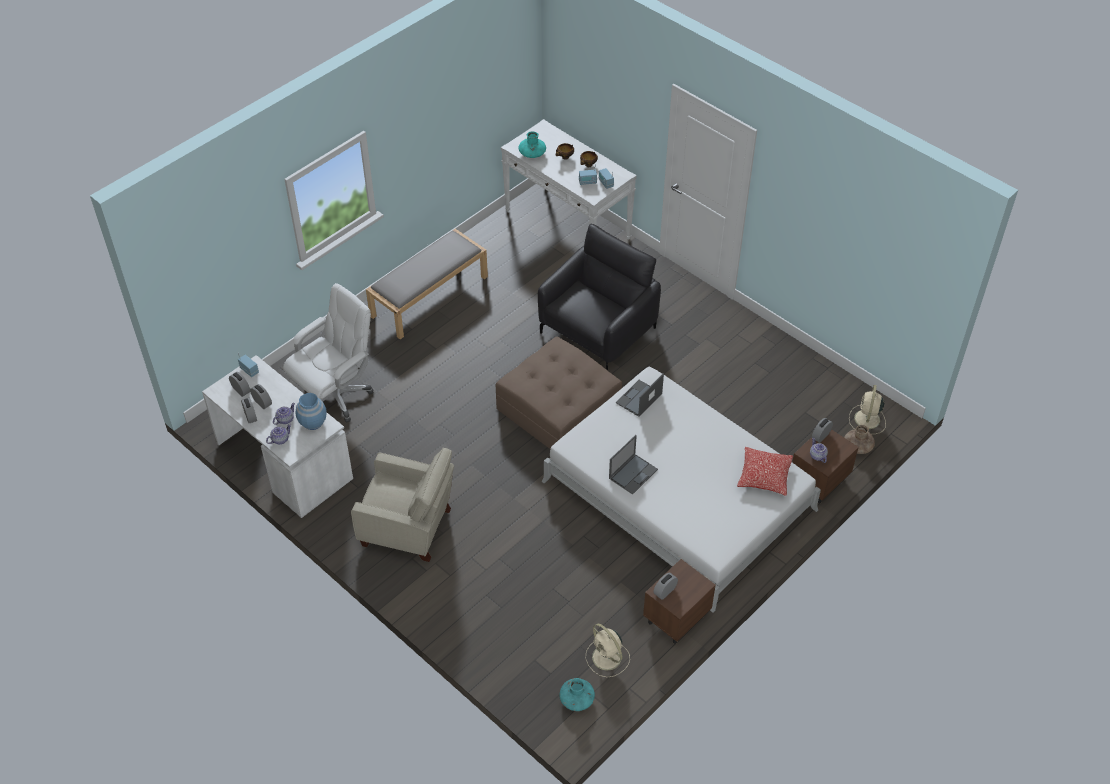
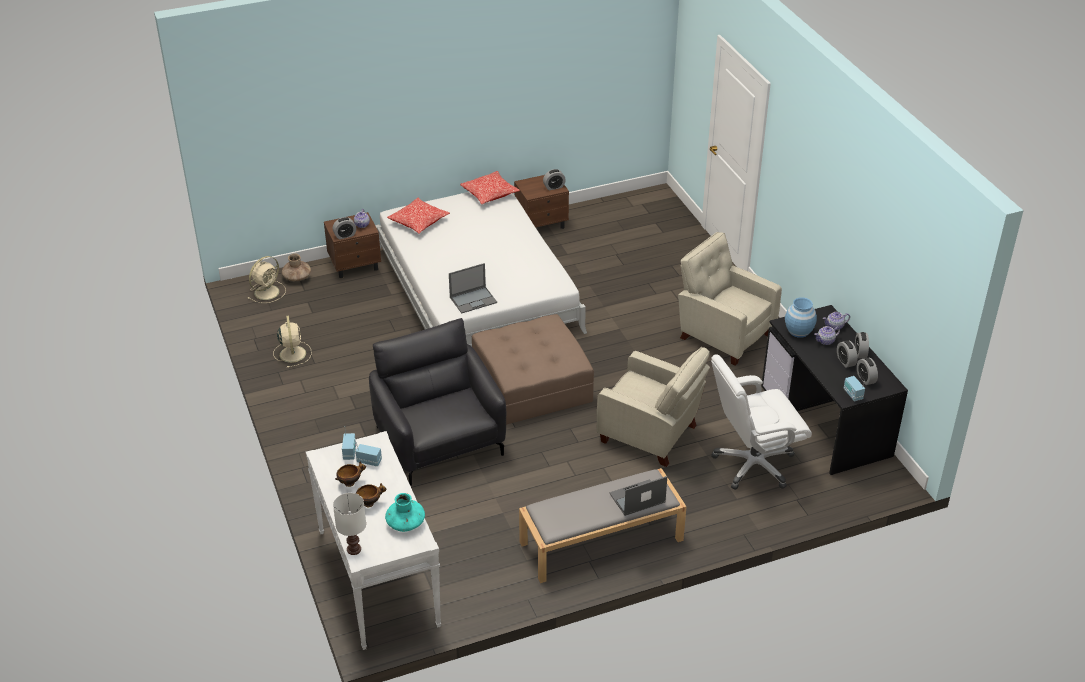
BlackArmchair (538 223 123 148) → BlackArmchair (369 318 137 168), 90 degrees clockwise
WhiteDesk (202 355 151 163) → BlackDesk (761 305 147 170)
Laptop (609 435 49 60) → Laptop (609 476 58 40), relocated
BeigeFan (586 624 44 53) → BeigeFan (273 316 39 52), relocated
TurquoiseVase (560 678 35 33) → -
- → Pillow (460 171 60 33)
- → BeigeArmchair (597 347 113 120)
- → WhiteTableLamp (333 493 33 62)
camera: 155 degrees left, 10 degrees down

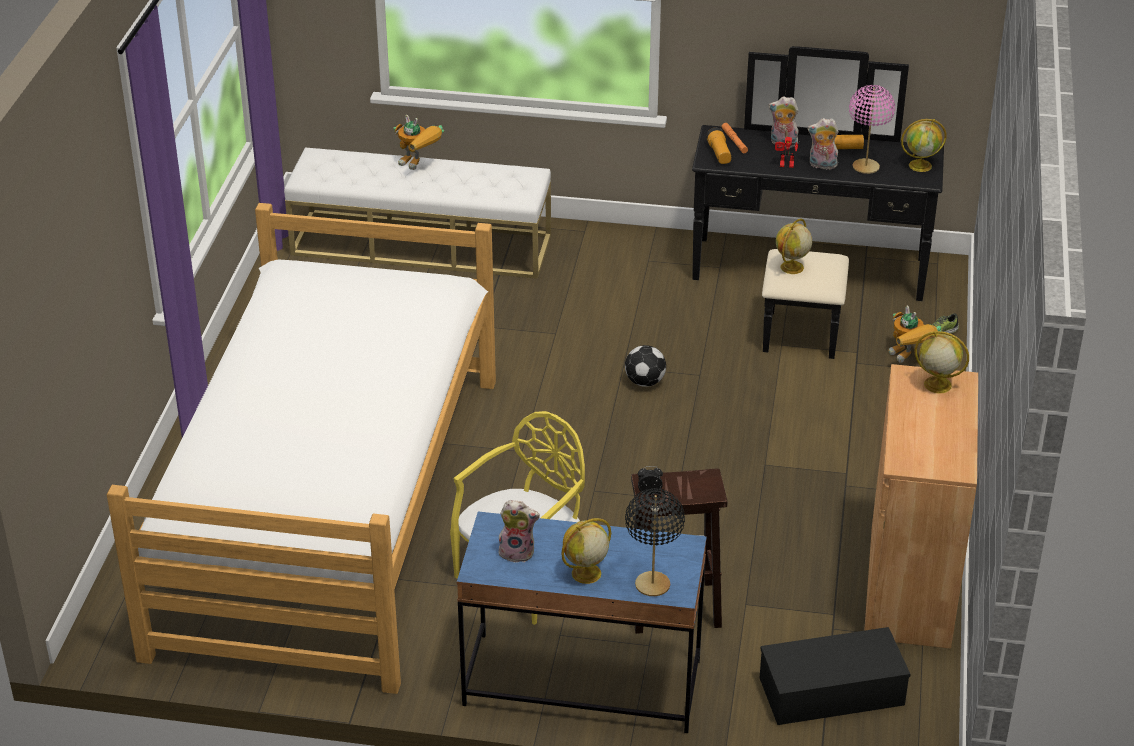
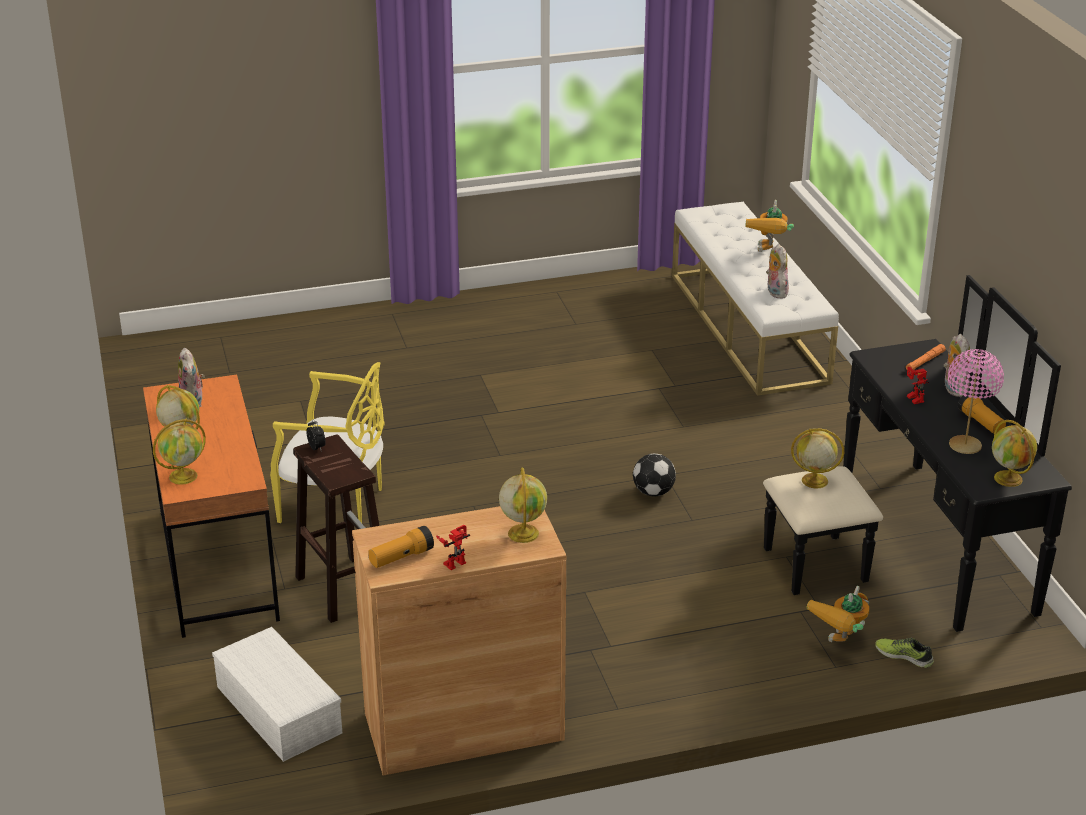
PlushToy (807 118 32 52) → PlushToy (766 244 23 55), relocated
Flashlight (706 127 25 37) → Flashlight (368 526 66 42), relocated
Bed (107 203 389 491) → -
BlackTableLamp (625 488 60 108) → Globe (153 418 53 67)
BlueDesk (457 511 250 222) → OrangeDesk (143 374 137 264)
BlackStorageBox (759 627 151 98) → WhiteStorageBox (212 627 130 135)
- → ToyRobot (436 525 34 45)
camera: 65 degrees right, 5 degrees down

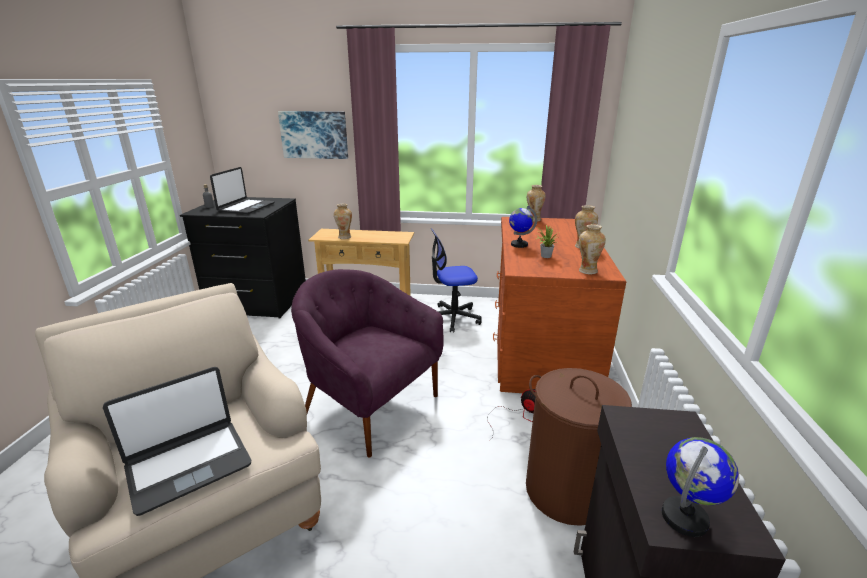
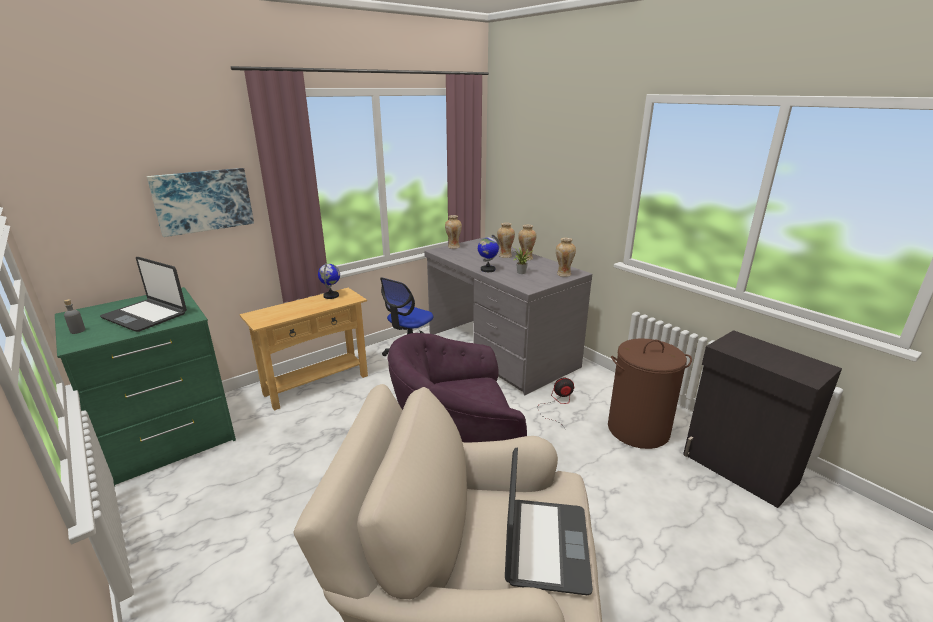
Laptop (210 167 65 47) → Laptop (100 257 87 75), 150 degrees clockwise
BlackDresser (180 197 126 122) → GreenDresser (55 287 181 199)
Vase (334 204 18 35) → Vase (497 223 18 35), relocated
BrownDesk (493 217 133 176) → GreyDesk (424 237 168 158)
Globe (662 437 77 100) → Globe (318 263 22 36), relocated
camera: 45 degrees left, 0 degrees up

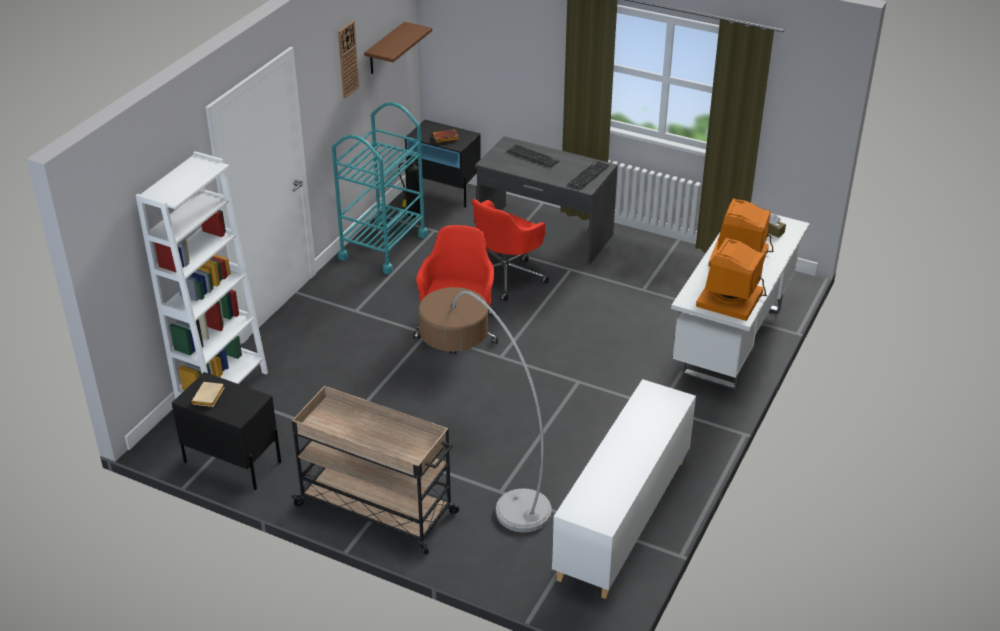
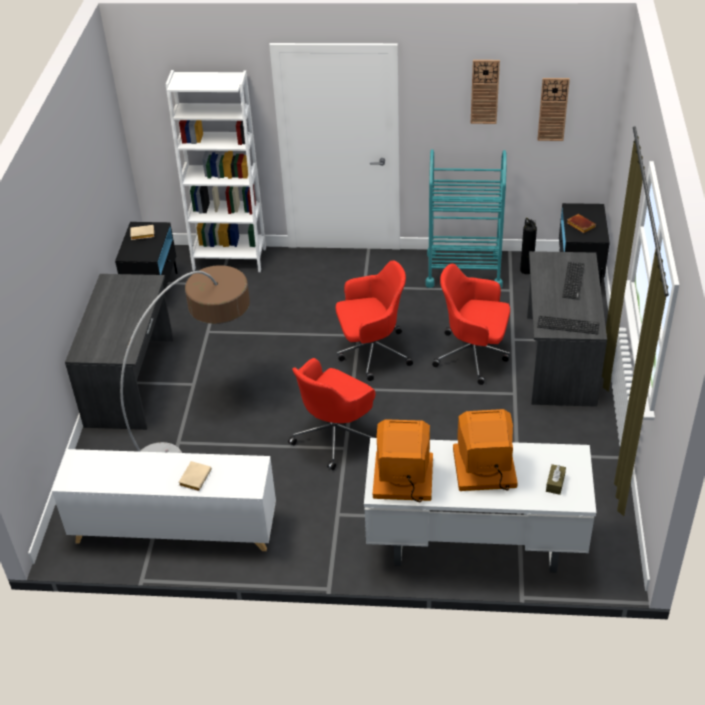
BrownShelf (364 22 68 52) → WallClock (537 78 33 63)
BeigeCart (291 386 168 169) → GreyDesk (65 274 109 156)
- → RedOfficeChair (288 358 89 112)
- → BeigeBook (179 461 33 30)
camera: 70 degrees right, 5 degrees up

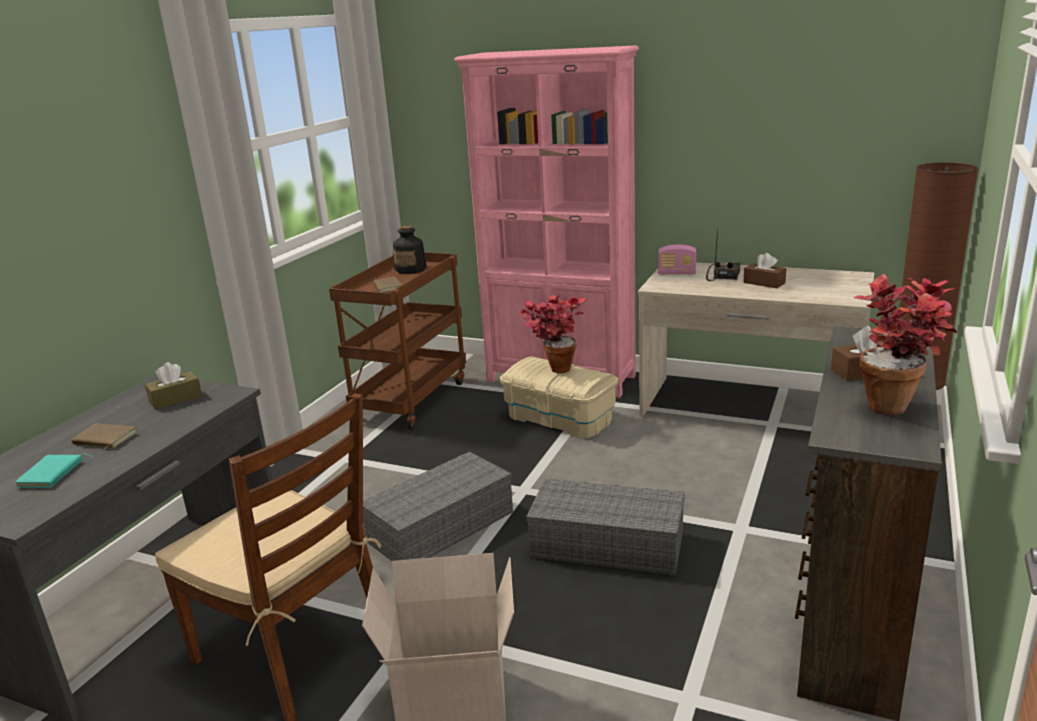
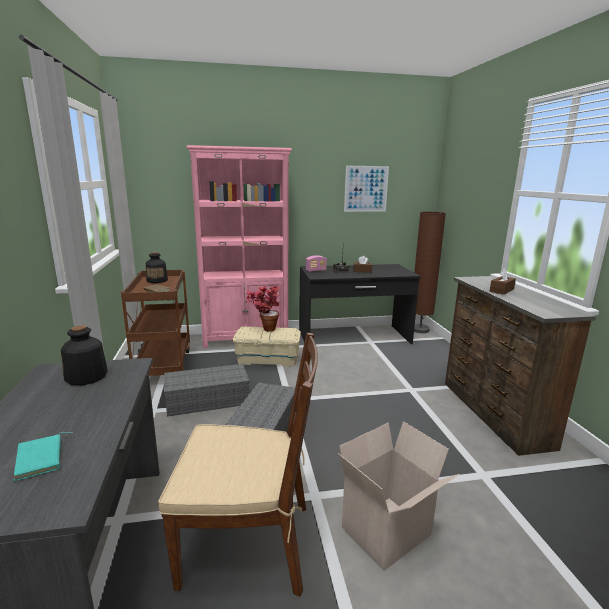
BeigeDesk (638 263 237 154) → BlackDesk (299 264 122 80)
PottedPlant (854 274 103 141) → -
BrownTissueBox (145 362 57 48) → Bottle (61 325 47 61)
BrownBook (71 424 66 26) → -
GreyStorageBox (526 479 159 97) → GreyStorageBox (164 364 86 53), relocated
- → Picture (344 165 45 47)
camera: 35 degrees left, 5 degrees down

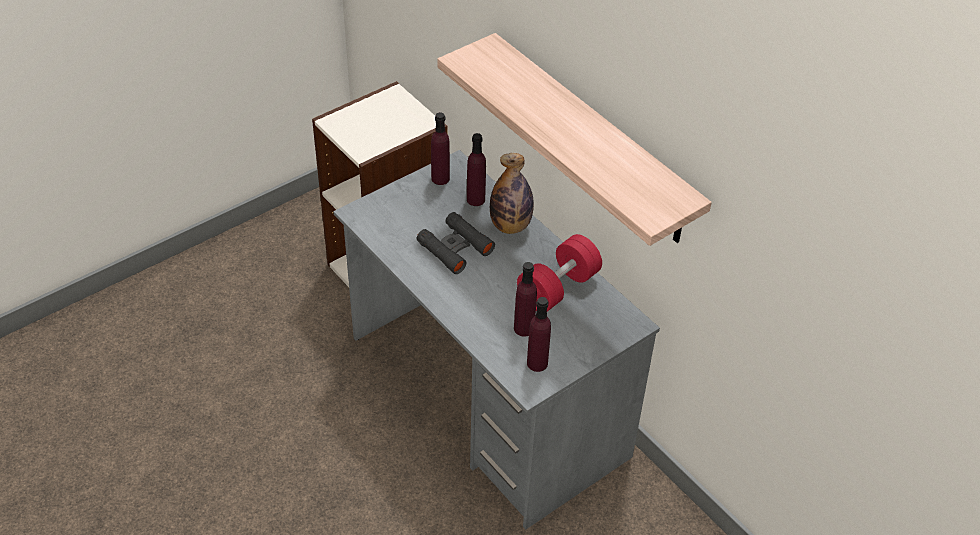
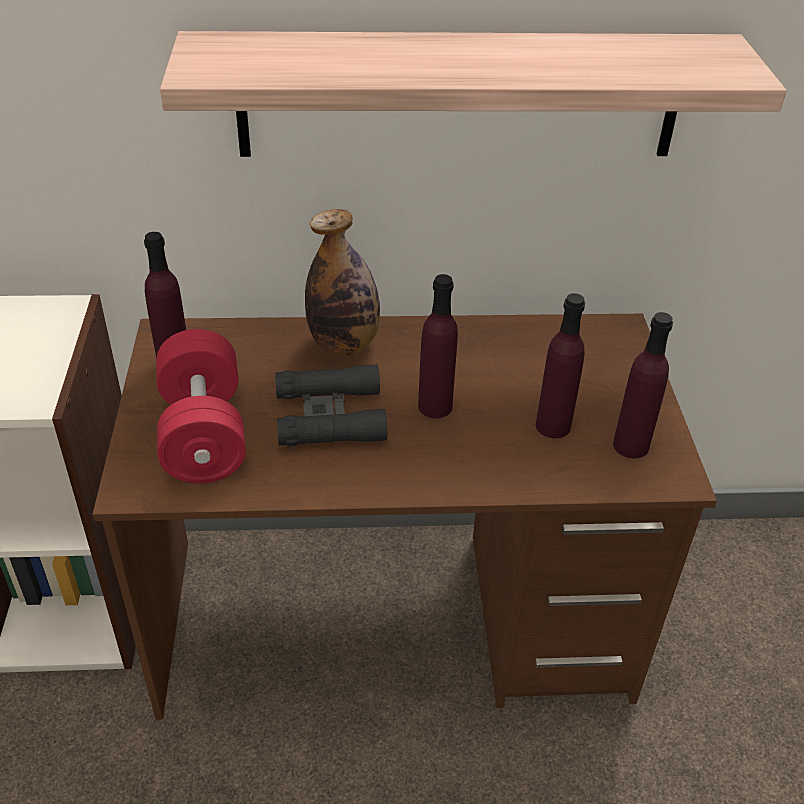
PurpleBottle (467 133 19 73) → PurpleBottle (418 274 40 144), relocated
GreyDesk (333 150 327 379) → BrownDesk (93 314 624 406)
RedDumbbell (517 234 85 77) → RedDumbbell (156 329 90 155), relocated
camera: 55 degrees left, 5 degrees down

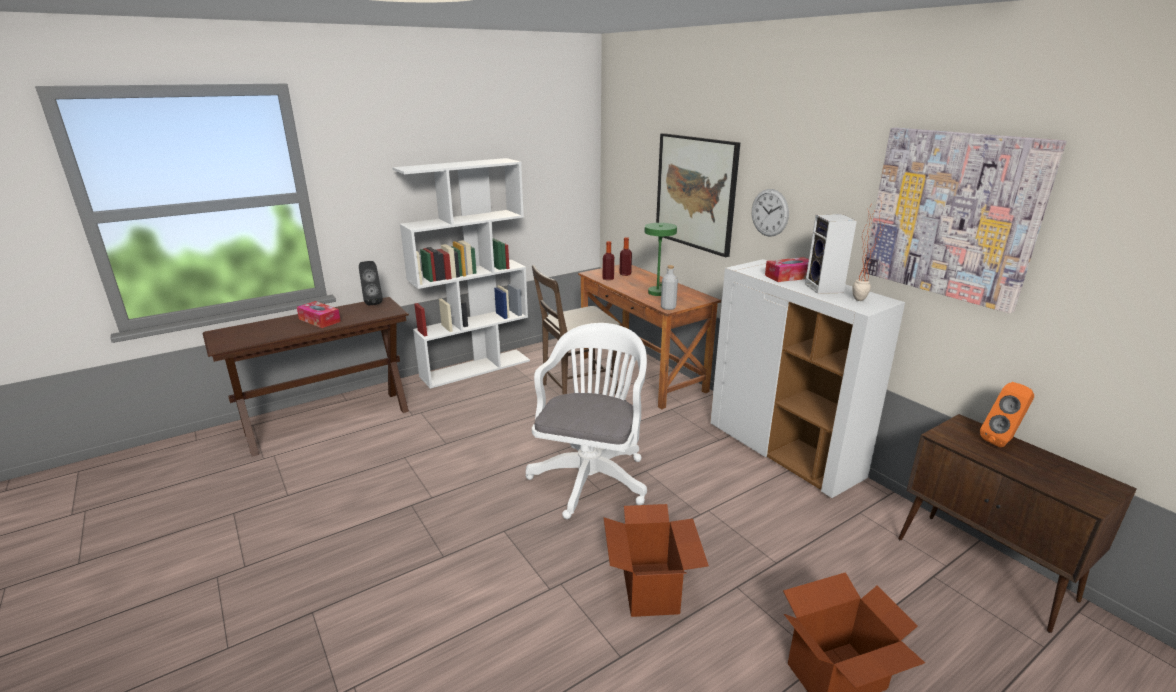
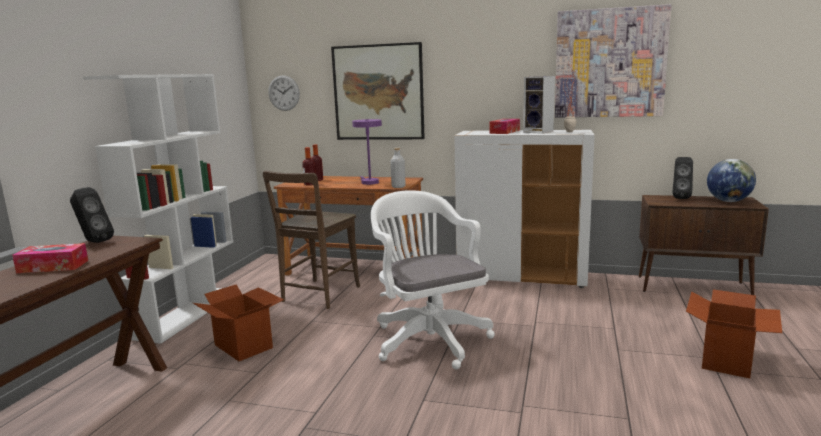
WallClock (752 189 37 48) → WallClock (268 75 32 36), relocated
GreenTableLamp (644 223 33 73) → PurpleTableLamp (352 119 30 66)
OrangeSpeaker (980 382 54 65) → BlackSpeaker (673 157 20 42)
CardboardBox (604 504 105 113) → CardboardBox (193 285 91 76), relocated
- → Globe (707 159 49 43)
camera: 40 degrees left, 10 degrees down

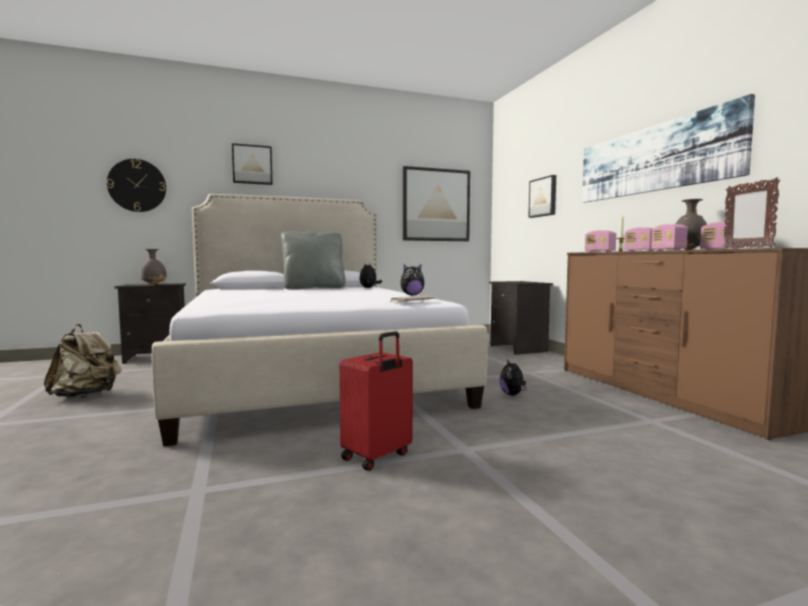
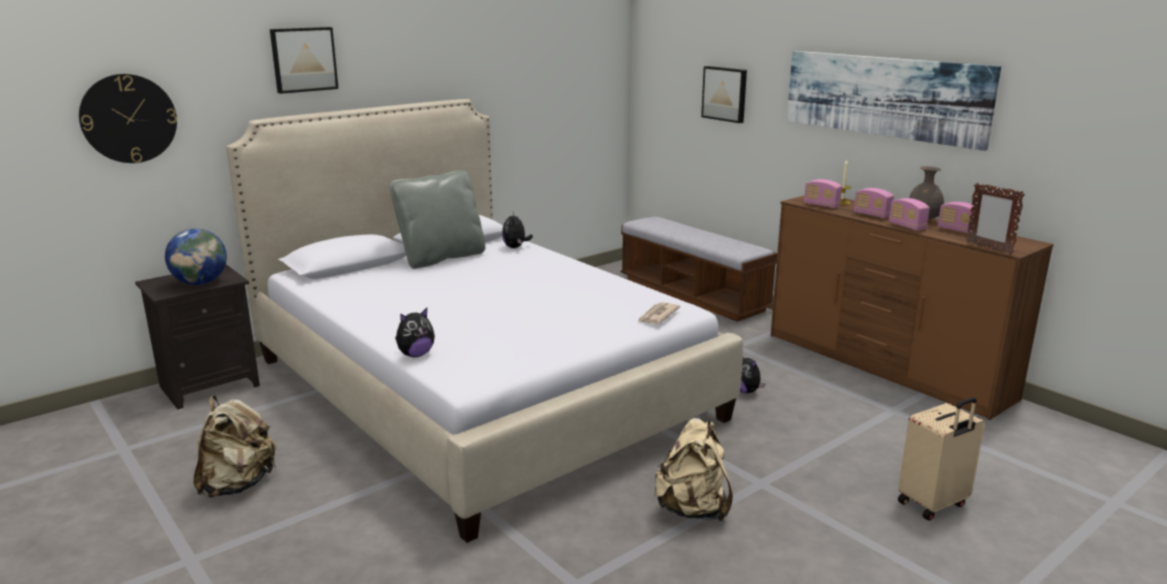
Picture (403 166 67 75) → -
GreyVase (141 249 26 36) → Globe (165 228 62 57)
PlushToy (400 265 24 31) → PlushToy (395 308 40 49), relocated
BlackNightstand (489 281 64 74) → Bench (621 217 156 105)
RedSuitcase (339 331 74 140) → BeigeBackpack (653 418 80 103)
- → BeigeSuitcase (898 397 87 124)
camera: 20 degrees left, 15 degrees up

